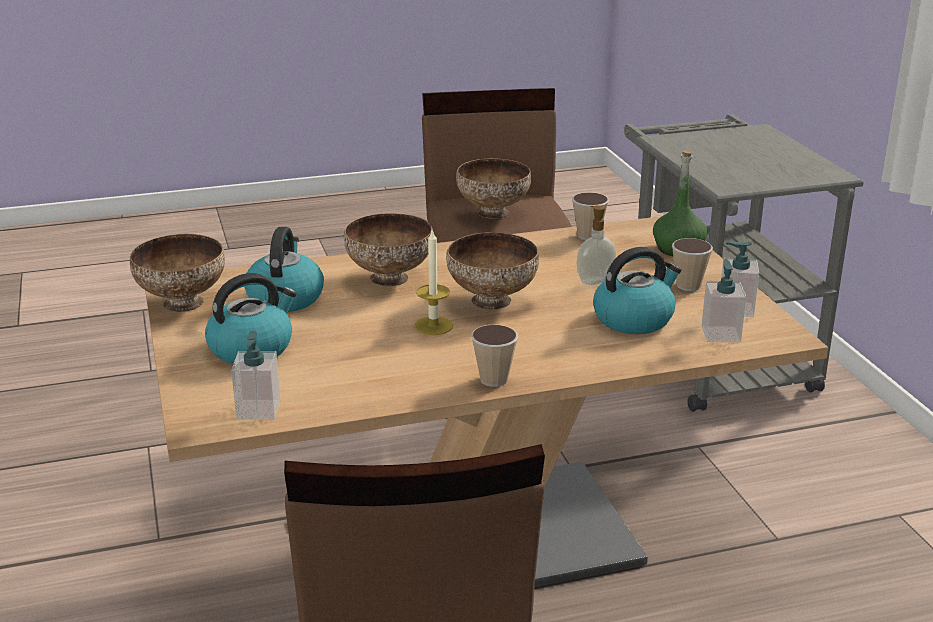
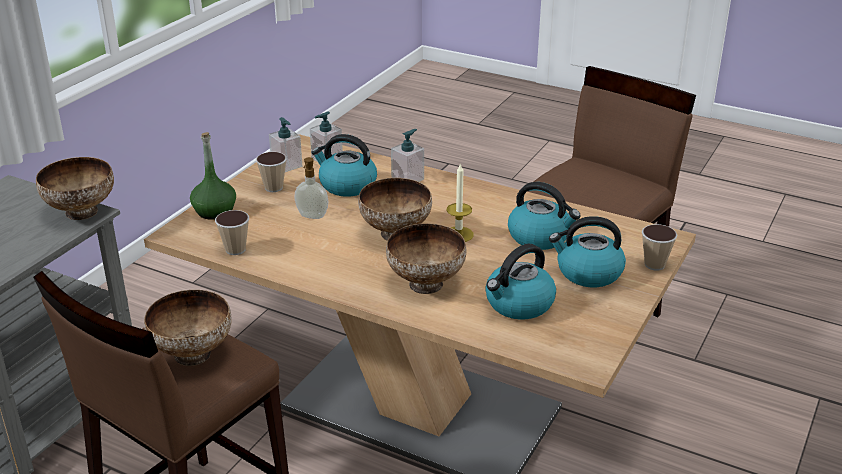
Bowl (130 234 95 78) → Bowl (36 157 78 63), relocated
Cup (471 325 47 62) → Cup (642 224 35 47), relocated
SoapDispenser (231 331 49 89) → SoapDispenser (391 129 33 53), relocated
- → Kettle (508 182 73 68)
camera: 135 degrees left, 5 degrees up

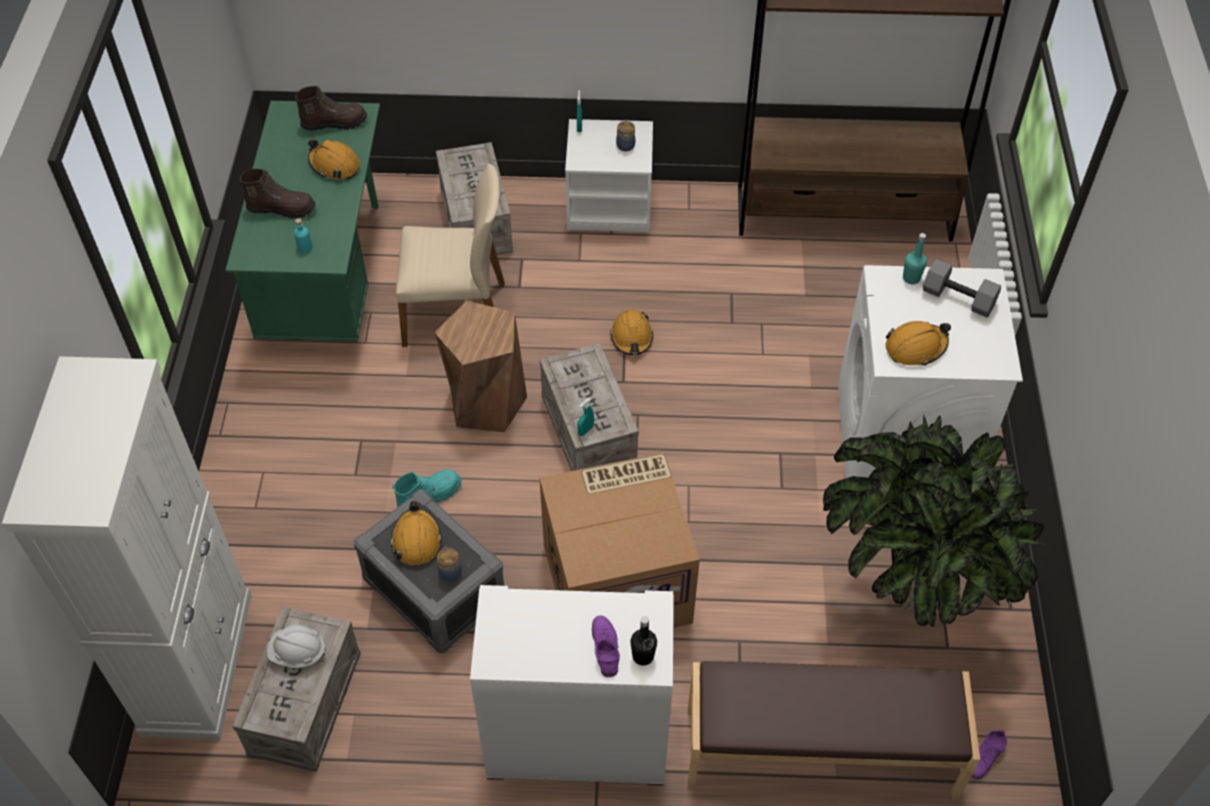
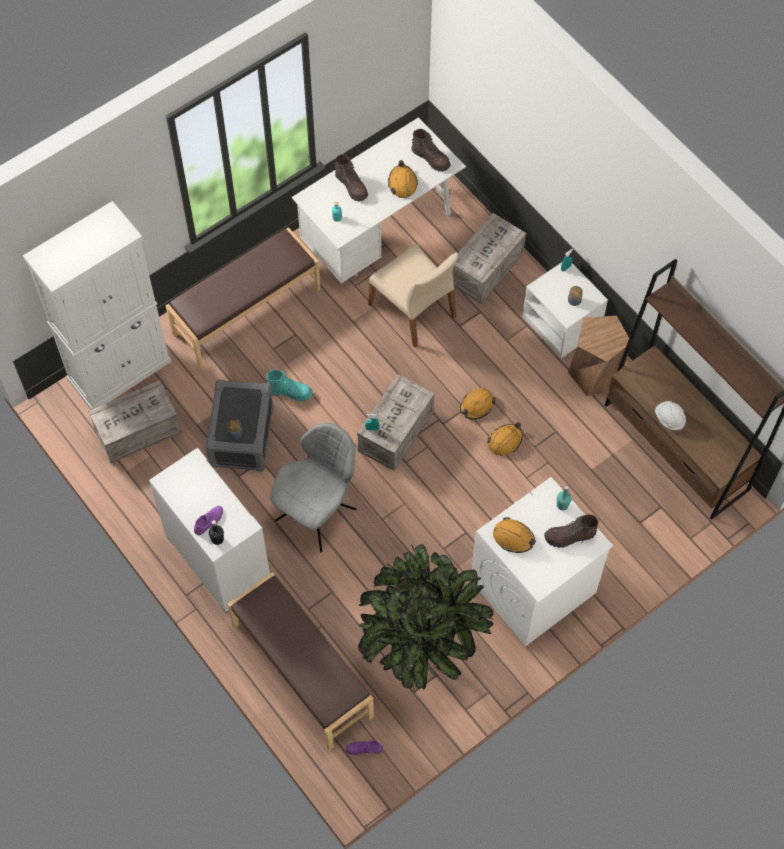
GreenDesk (226 101 154 241) → WhiteDesk (292 117 174 166)
GreyDumbbell (923 259 78 58) → BrownBoot (544 514 55 34)
BrownStool (434 301 93 132) → BrownStool (568 316 61 80), relocated
CardboardBox (540 452 160 176) → GreyChair (270 423 87 129)
OrangeHardHat (391 501 51 65) → OrangeHardHat (487 422 36 34), relocated
WhiteHardHat (267 625 59 43) → WhiteHardHat (655 401 31 30), relocated
- → BrownBench (165 227 156 141)
camera: 50 degrees right, 10 degrees up

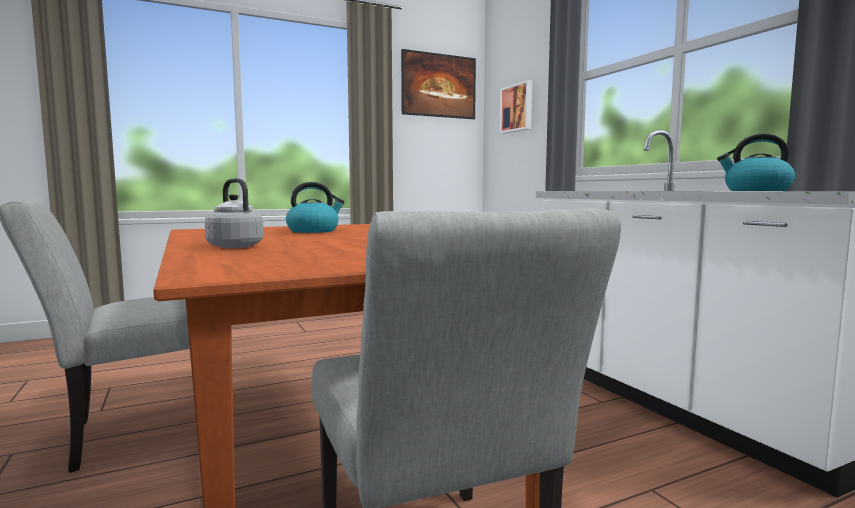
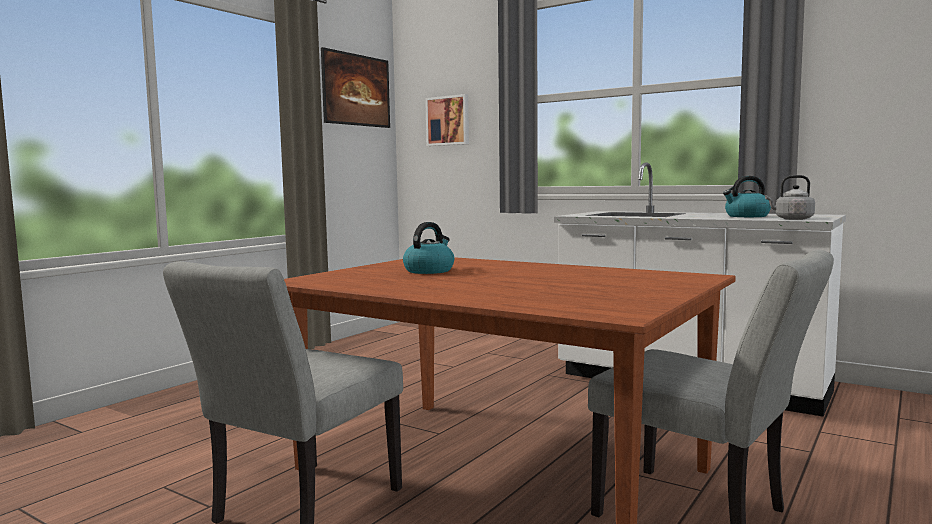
GreyKettle (205 178 59 70) → GreyKettle (765 175 50 45), relocated
camera: 30 degrees left, 0 degrees up

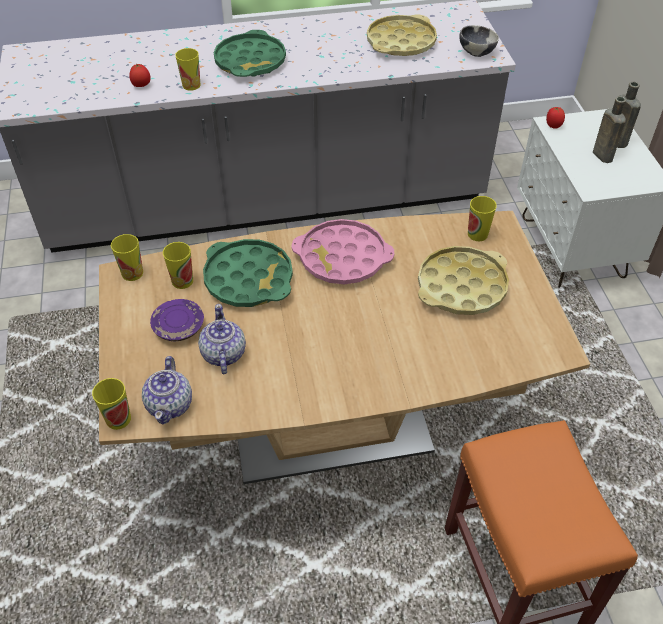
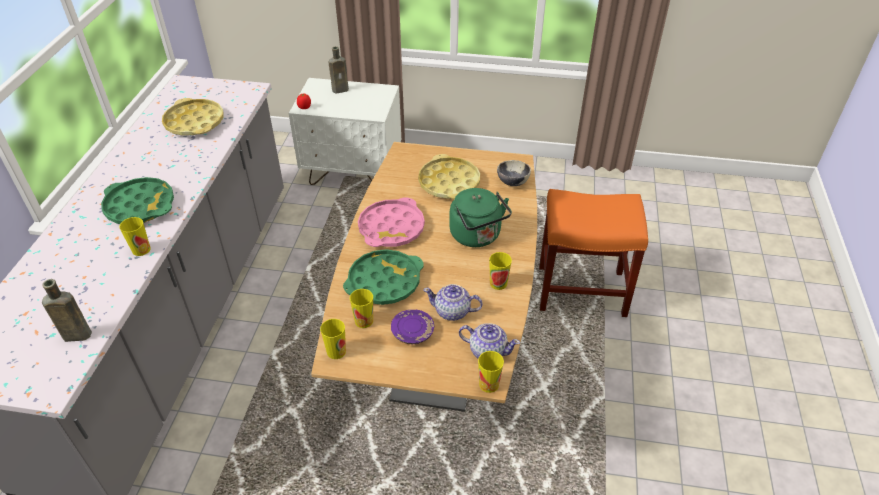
Bowl (459 25 40 32) → Bowl (497 160 34 26), relocated
Tomato (129 64 22 23) → -
BrownBottle (593 96 33 67) → BrownBottle (42 279 50 63), relocated
Cup (468 196 29 45) → Cup (489 252 23 38), relocated
- → GreenKettle (449 188 63 59)
camera: 70 degrees left, 5 degrees down

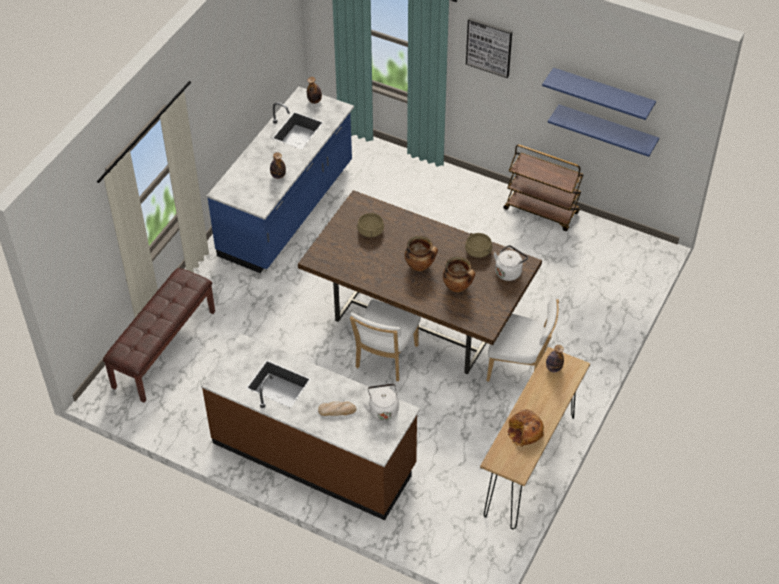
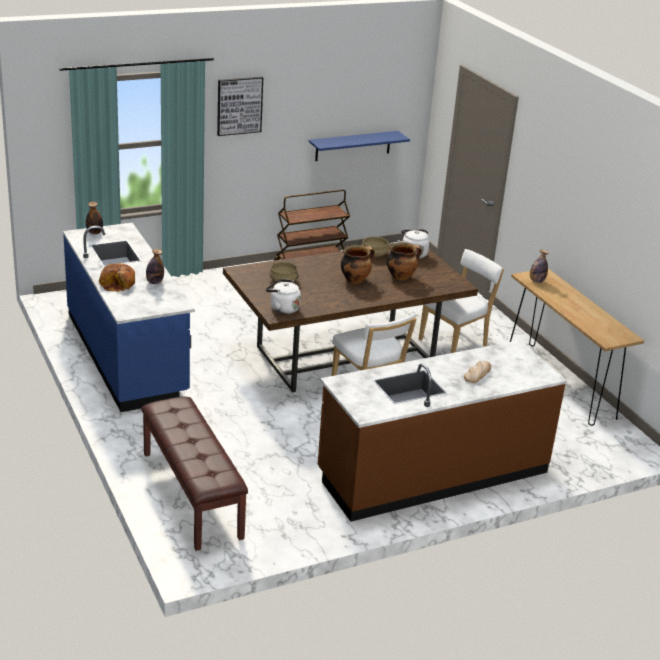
BlueShelf (542 68 114 52) → -
WhiteKettle (363 383 36 38) → WhiteKettle (266 279 35 35), relocated
Bread (507 409 37 38) → Bread (99 263 36 29), relocated
camera: 55 degrees left, 20 degrees down

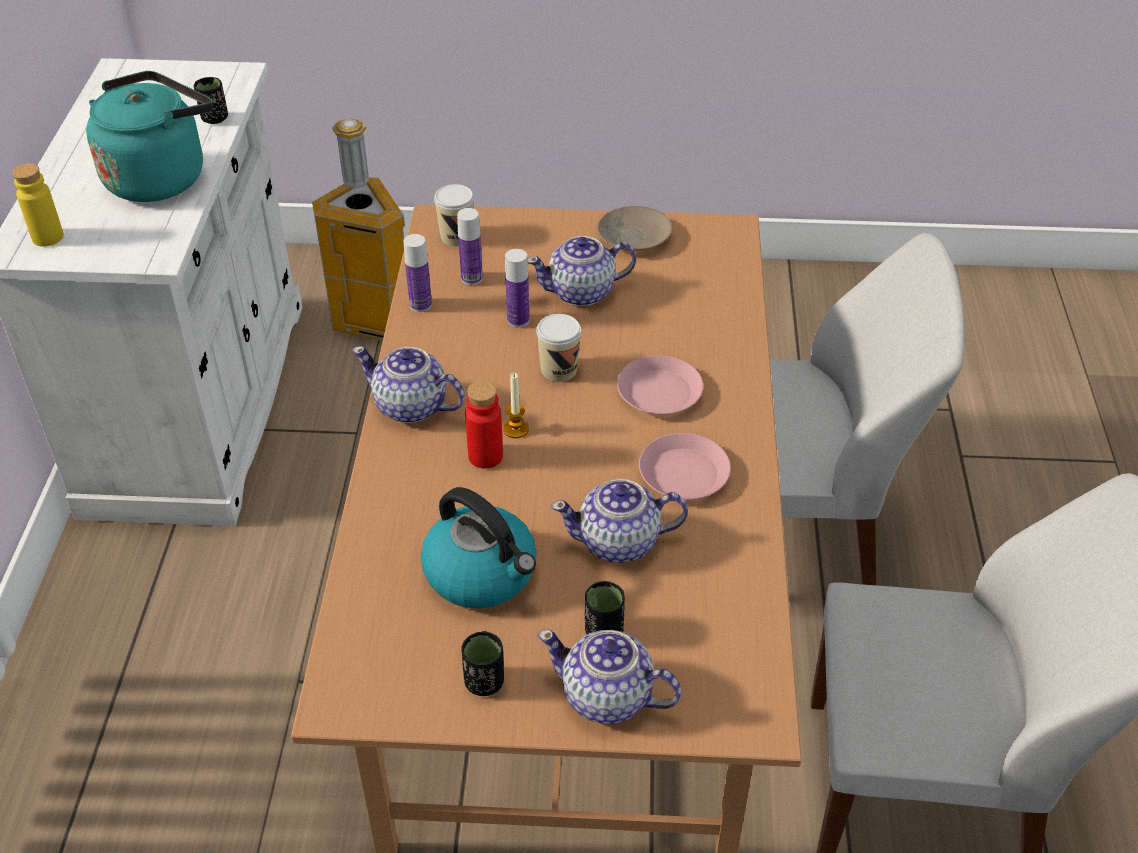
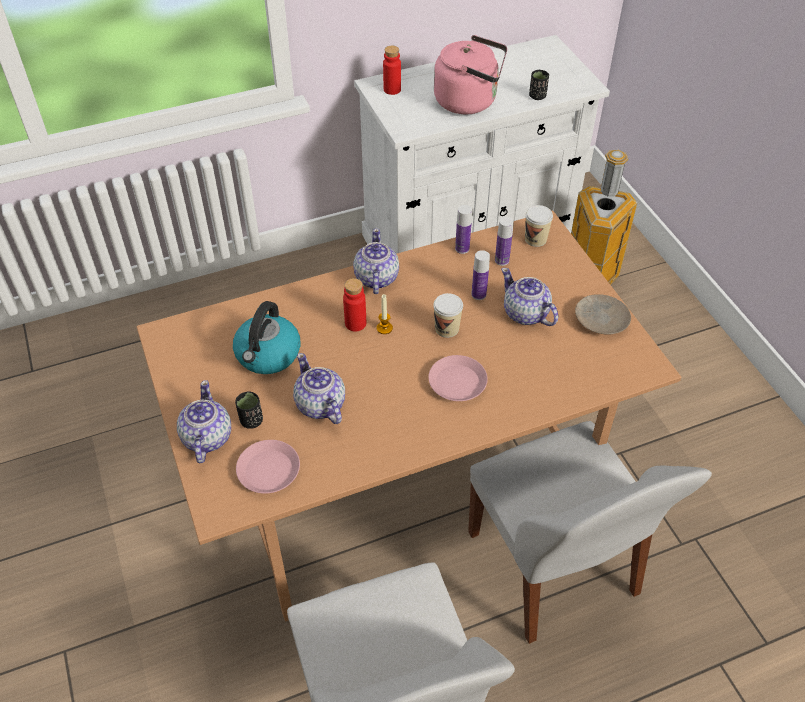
TurquoiseKettle (86 71 127 131) → PinkKettle (434 35 73 79)
YellowBottle (12 163 52 84) → RedBottle (383 46 18 49)
PinkPlate (639 433 92 67) → PinkPlate (236 440 64 54), relocated
BlackCup (461 631 43 65) → -
camera: 65 degrees right, 5 degrees up

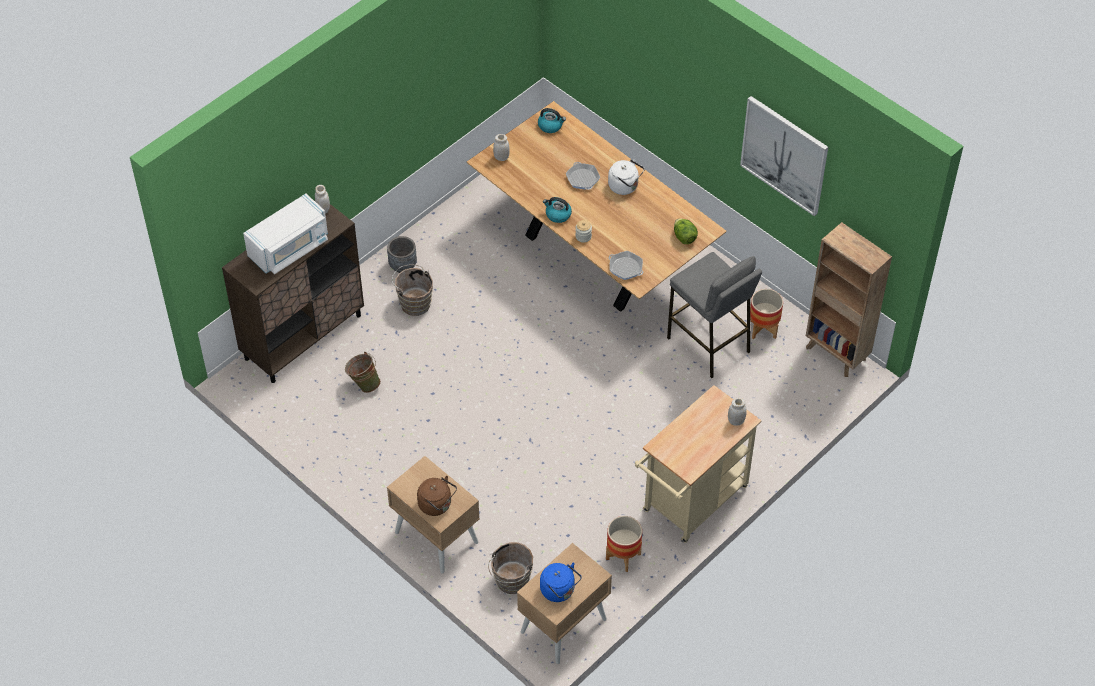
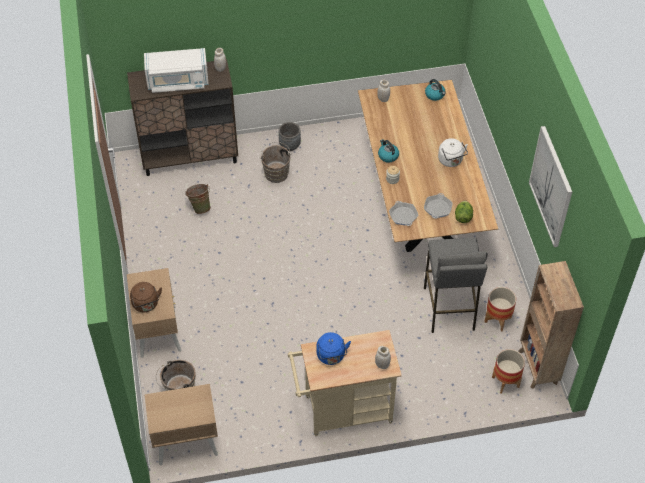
FryingPan (566 162 34 28) → FryingPan (424 193 28 25), relocated
Planter (606 516 36 56) → Planter (492 349 33 45), relocated
BlueKettle (540 562 42 40) → BlueKettle (316 332 35 33), relocated
camera: 35 degrees right, 0 degrees up

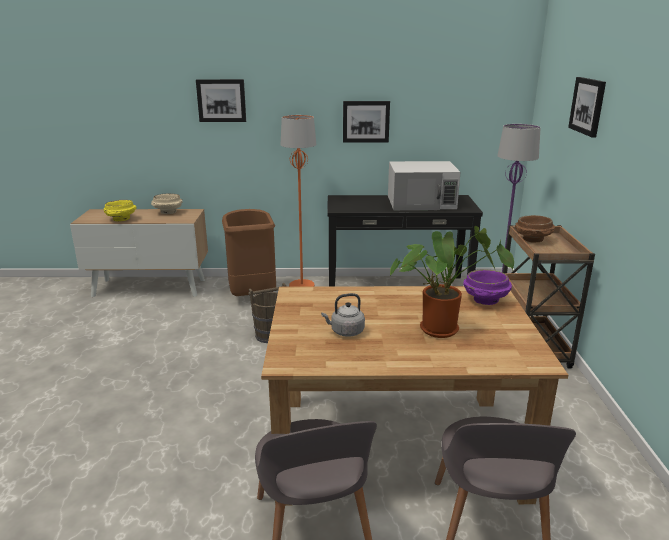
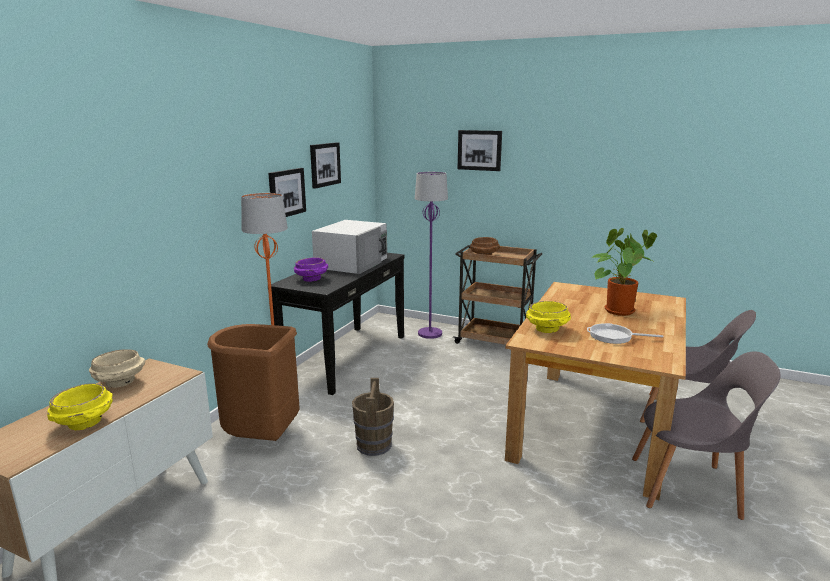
Picture (196 79 50 43) → Picture (310 142 31 47), relocated
PurpleBowl (463 269 49 36) → PurpleBowl (294 257 34 25), relocated
GreyKettle (321 293 44 44) → FryingPan (587 323 76 21)
- → YellowBowl (526 301 45 32)
camera: 65 degrees left, 5 degrees down

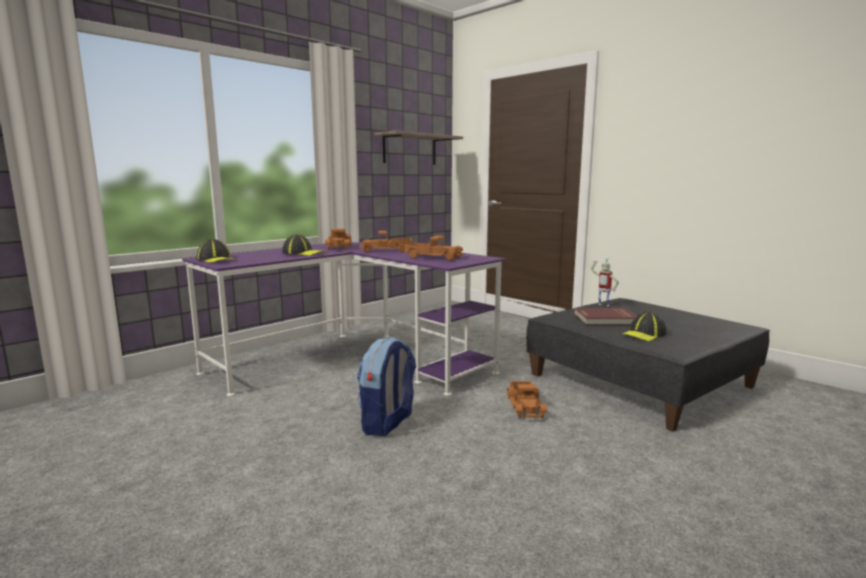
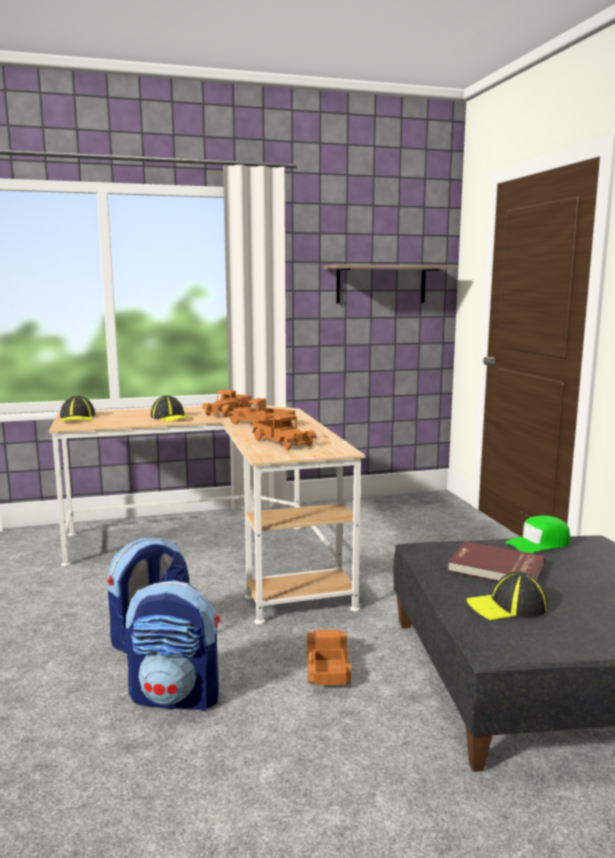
PurpleDesk (182 242 323 154) → BeigeDesk (49 404 316 220)
ToyRobot (591 258 28 48) → GreenCap (505 516 65 37)
ToyTruck (507 381 41 37) → ToyTruck (307 629 44 56), 150 degrees clockwise
- → Backpack (125 580 95 131)
camera: 30 degrees right, 0 degrees up

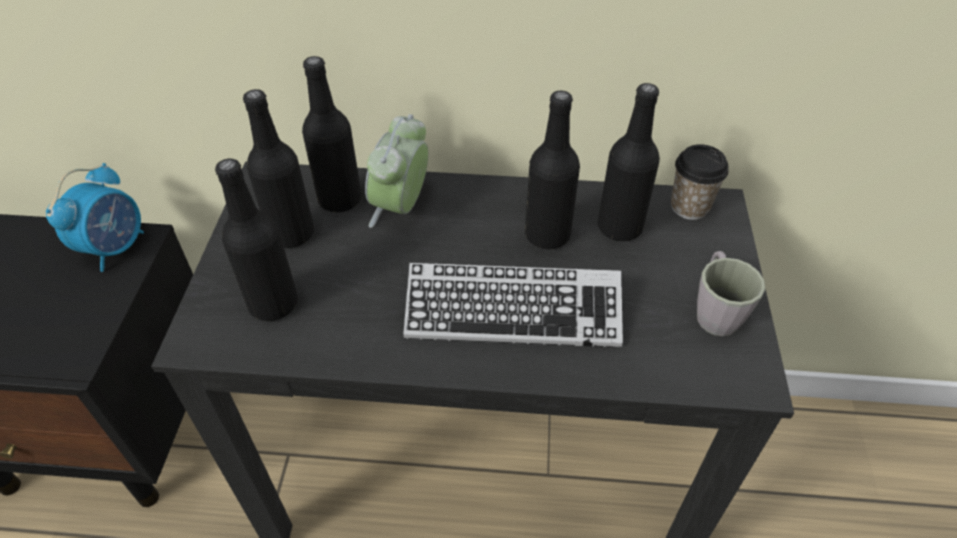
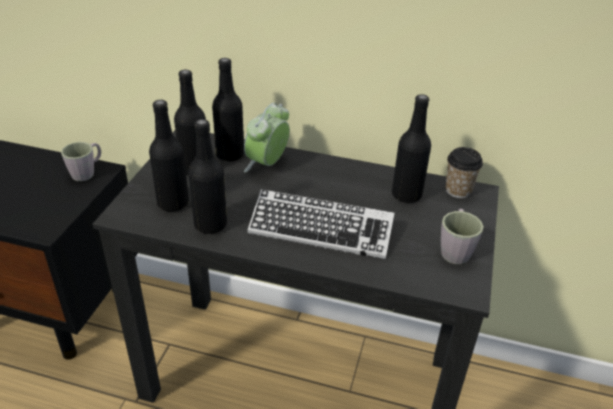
BlackBottle (525 90 55 159) → BlackBottle (188 119 39 115), relocated
AlarmClock (46 163 98 109) → GreyMug (61 142 40 39)
camera: 10 degrees right, 10 degrees down

